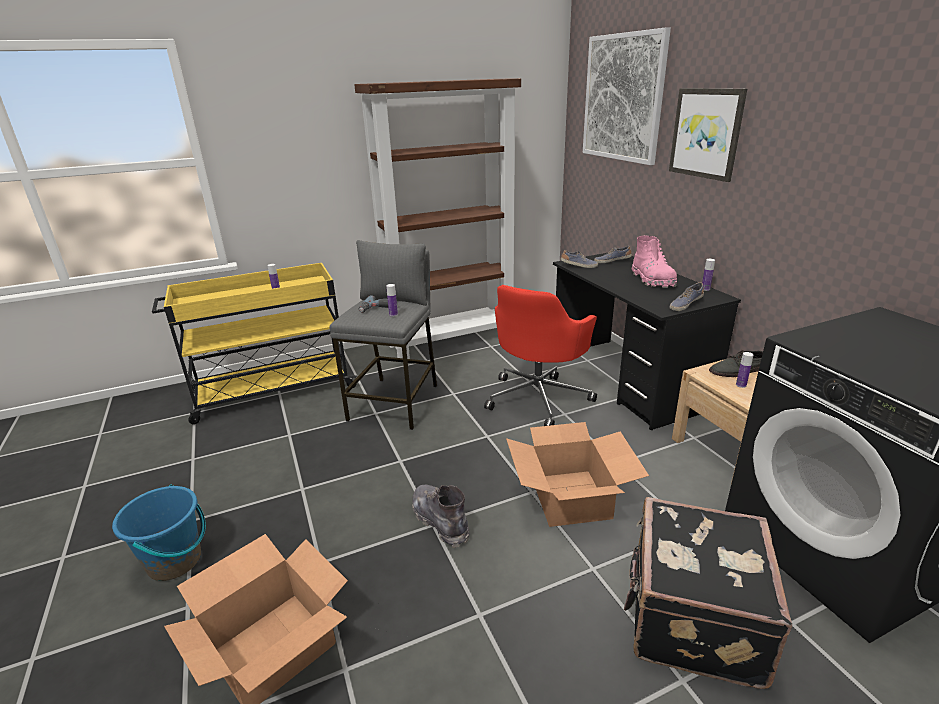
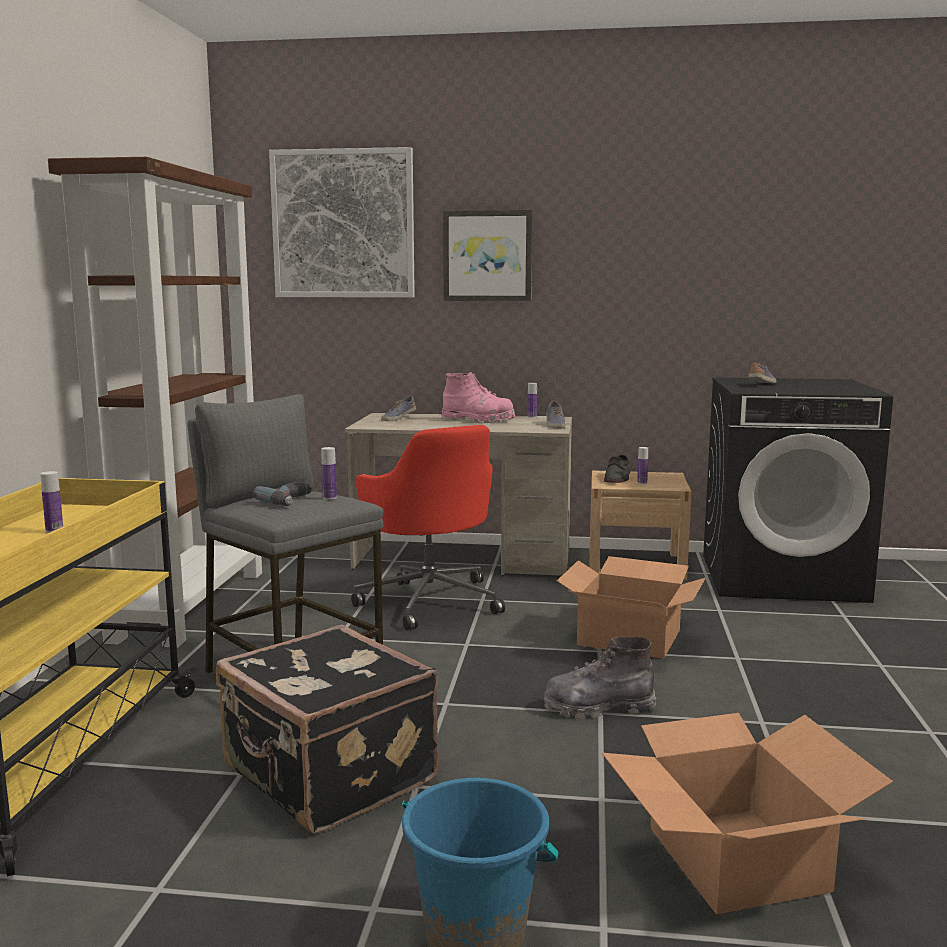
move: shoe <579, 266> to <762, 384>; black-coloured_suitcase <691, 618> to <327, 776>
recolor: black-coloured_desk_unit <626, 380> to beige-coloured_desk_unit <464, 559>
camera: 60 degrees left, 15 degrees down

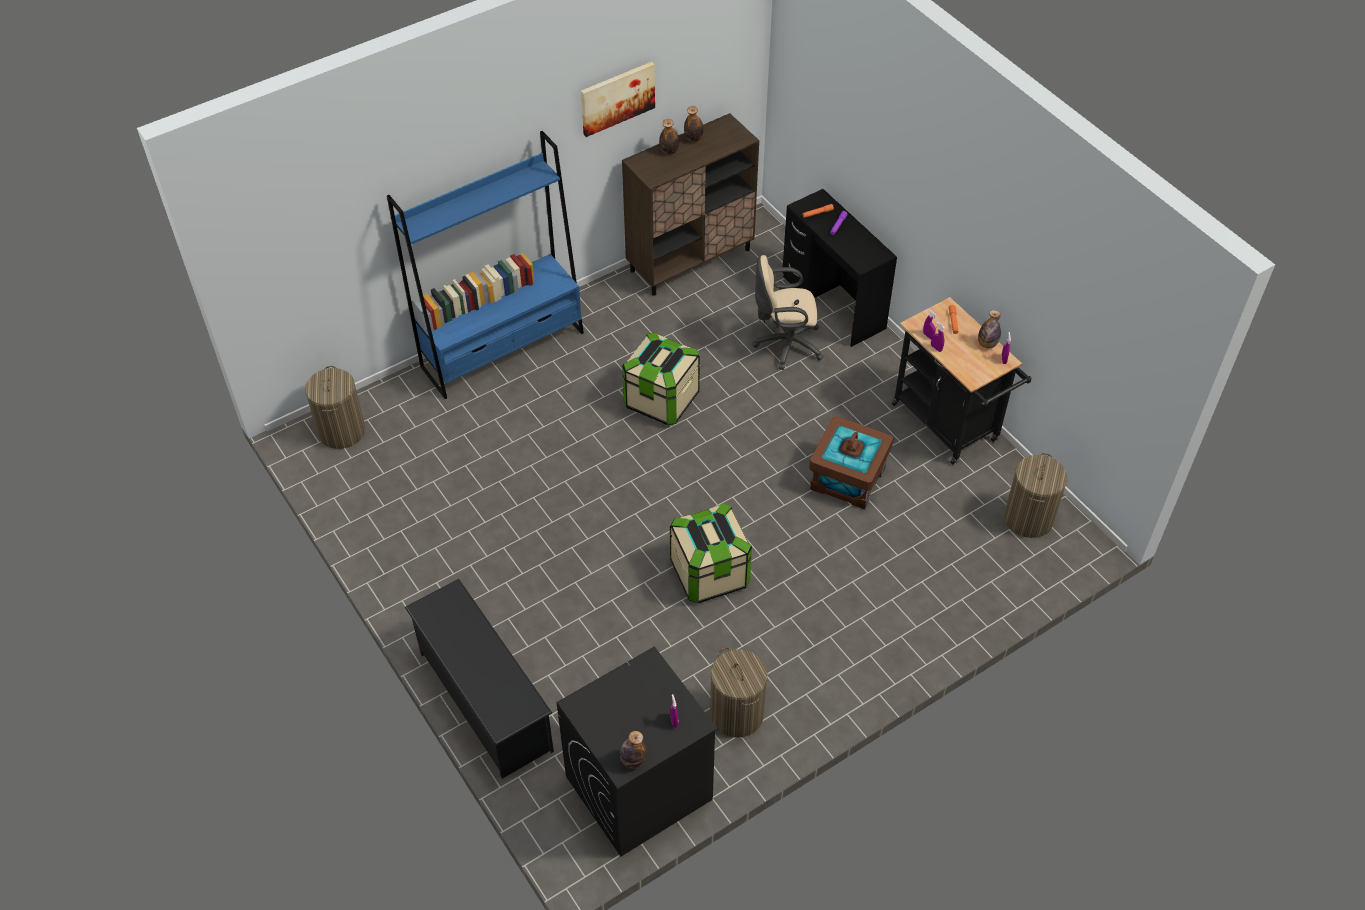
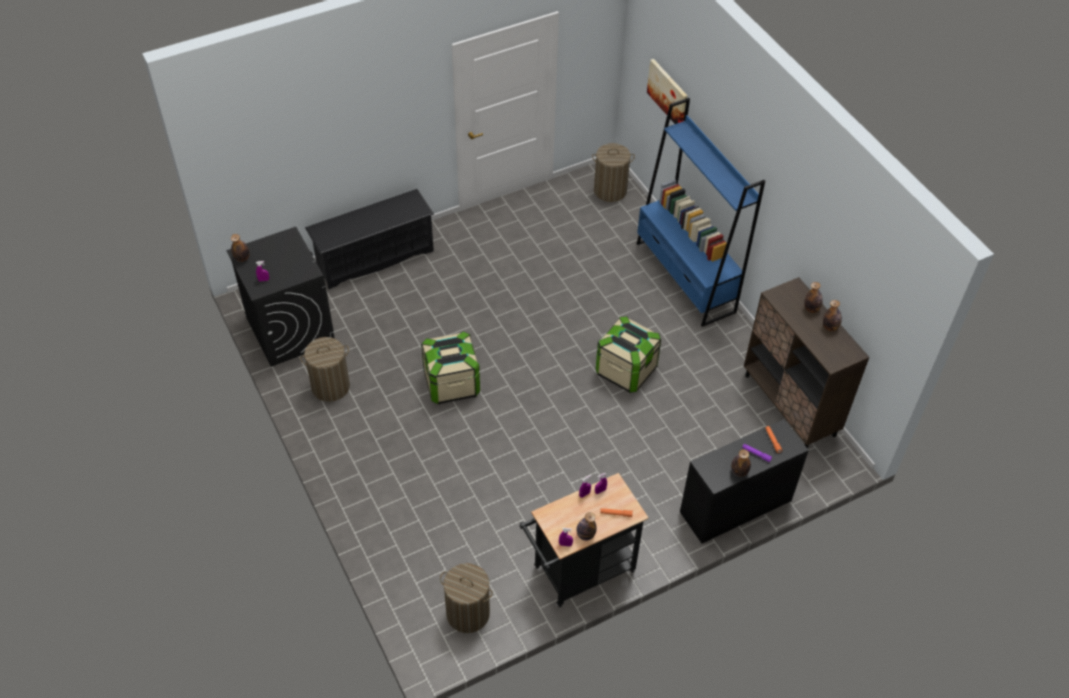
delete: beige-coloured_office_chair <785, 345>; brown-coloured_storage_box <847, 478>
insert: drink_bottle <739, 471>
move: wall_picture <617, 98> to <668, 93>
camera: 95 degrees right, 0 degrees up

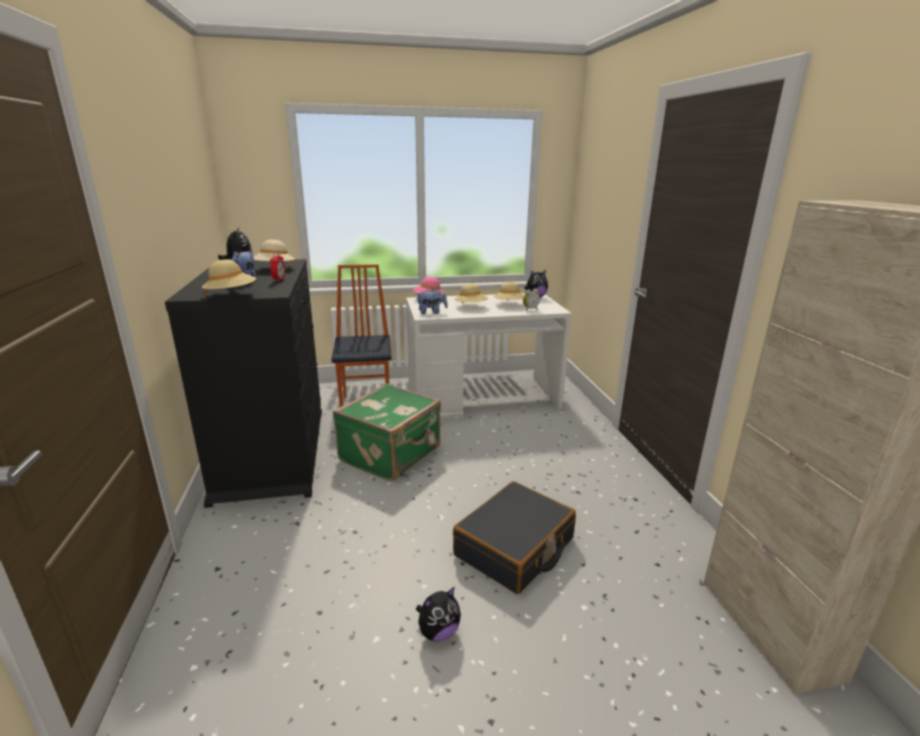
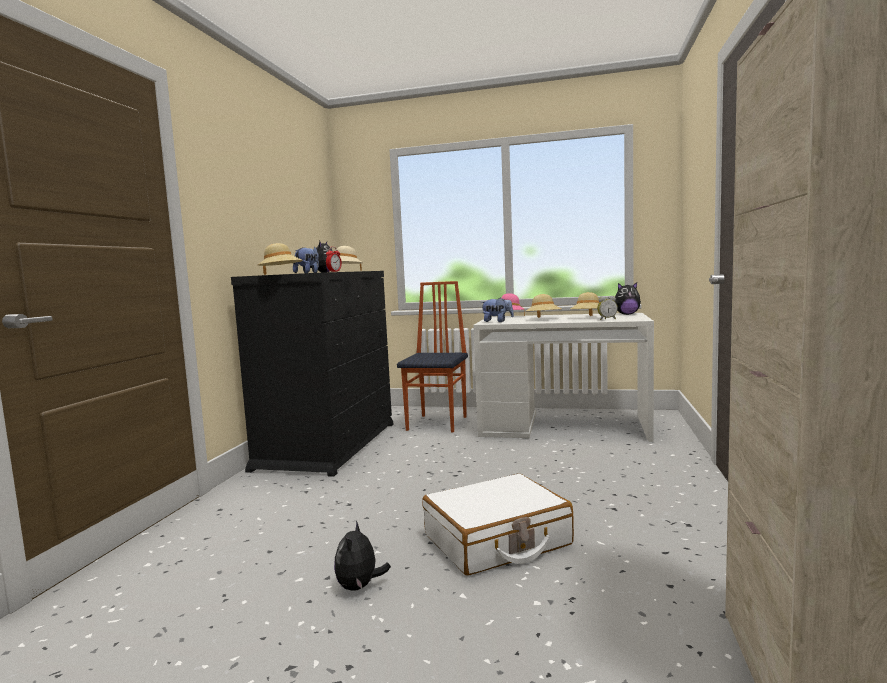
delete: green_suitcase <392, 454>
recolor: black-coloured_suitcase <515, 548> to white-coloured_suitcase <497, 540>
rotate: soft_toy <438, 632> = <359, 587> 105 degrees clockwise
camera: 25 degrees right, 15 degrees down

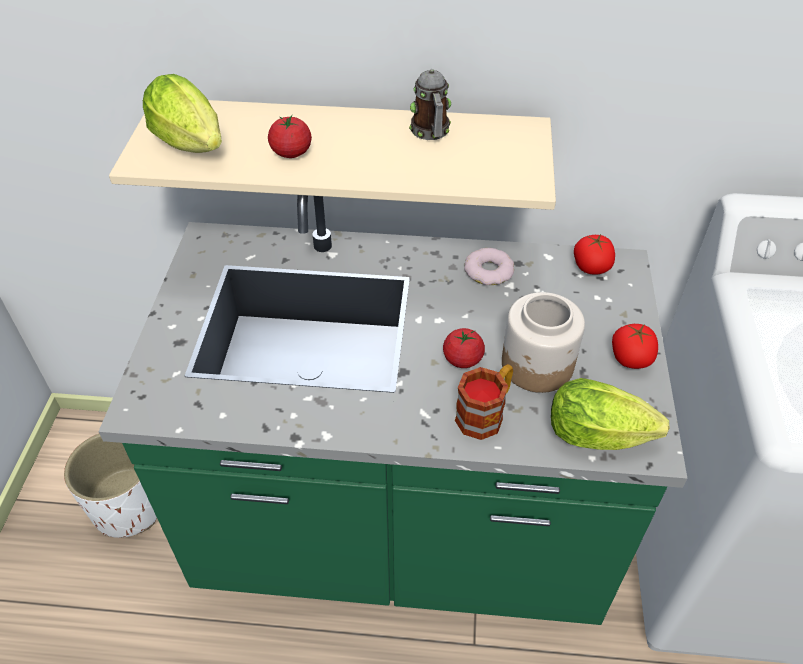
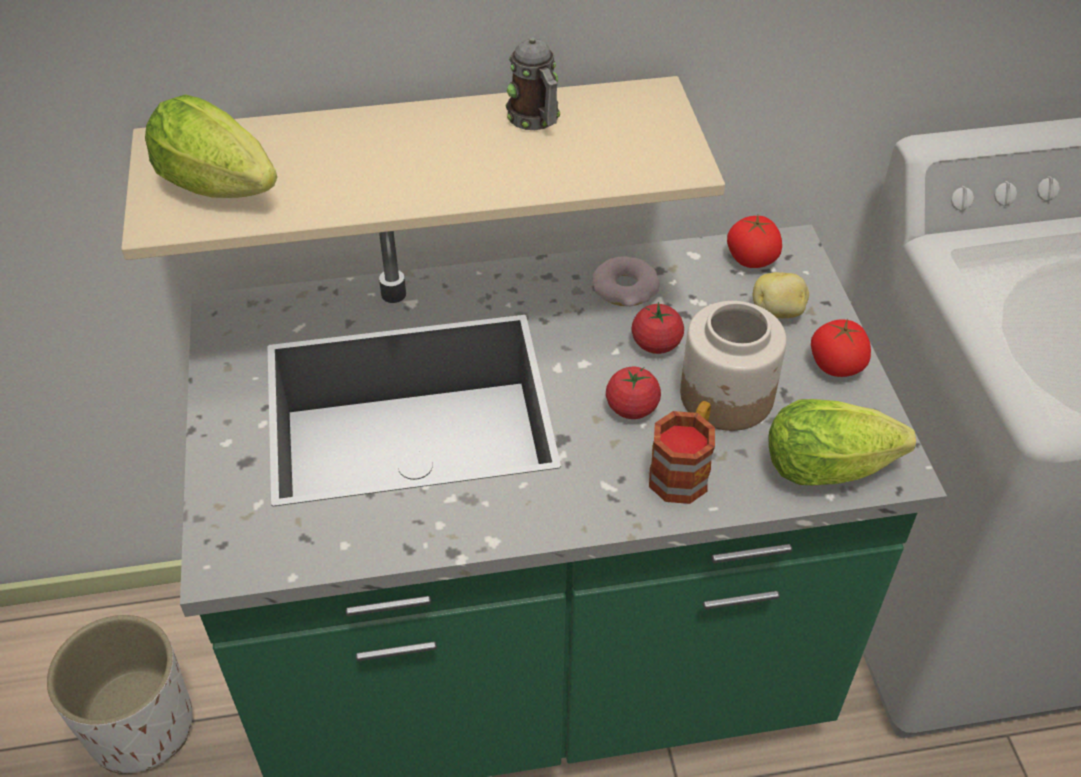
insert: spud <778, 312>
move: fresh_tomato <291, 152> to <656, 344>
camera: 15 degrees left, 0 degrees up

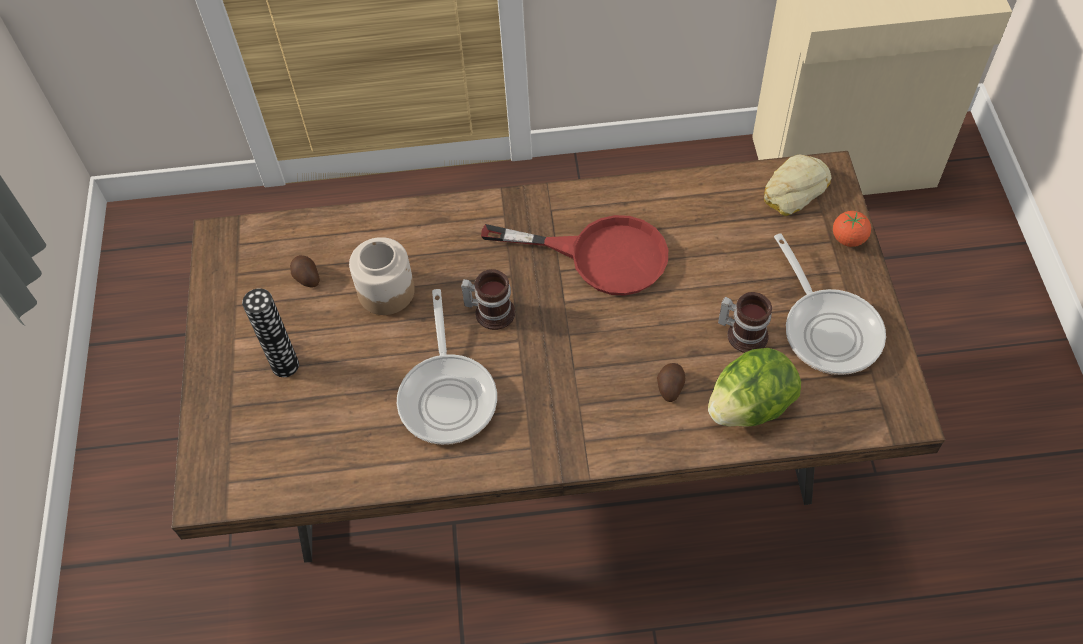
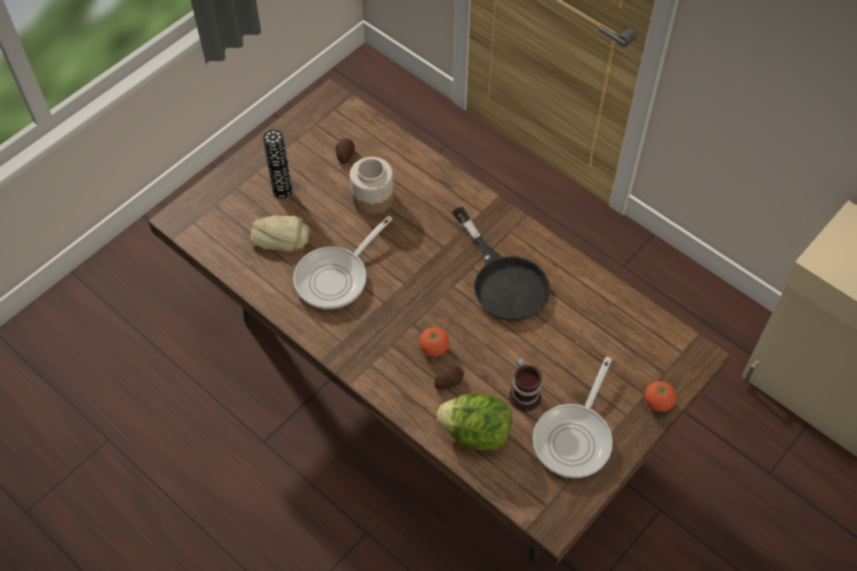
delete: coffee_mug <491, 311>
insert: fresh_tomato <434, 349>
move: bakery_bread <793, 189> to <280, 236>
recolor: red-coloured_skillet <600, 255> to black-coloured_skillet <503, 280>
camera: 45 degrees right, 0 degrees up

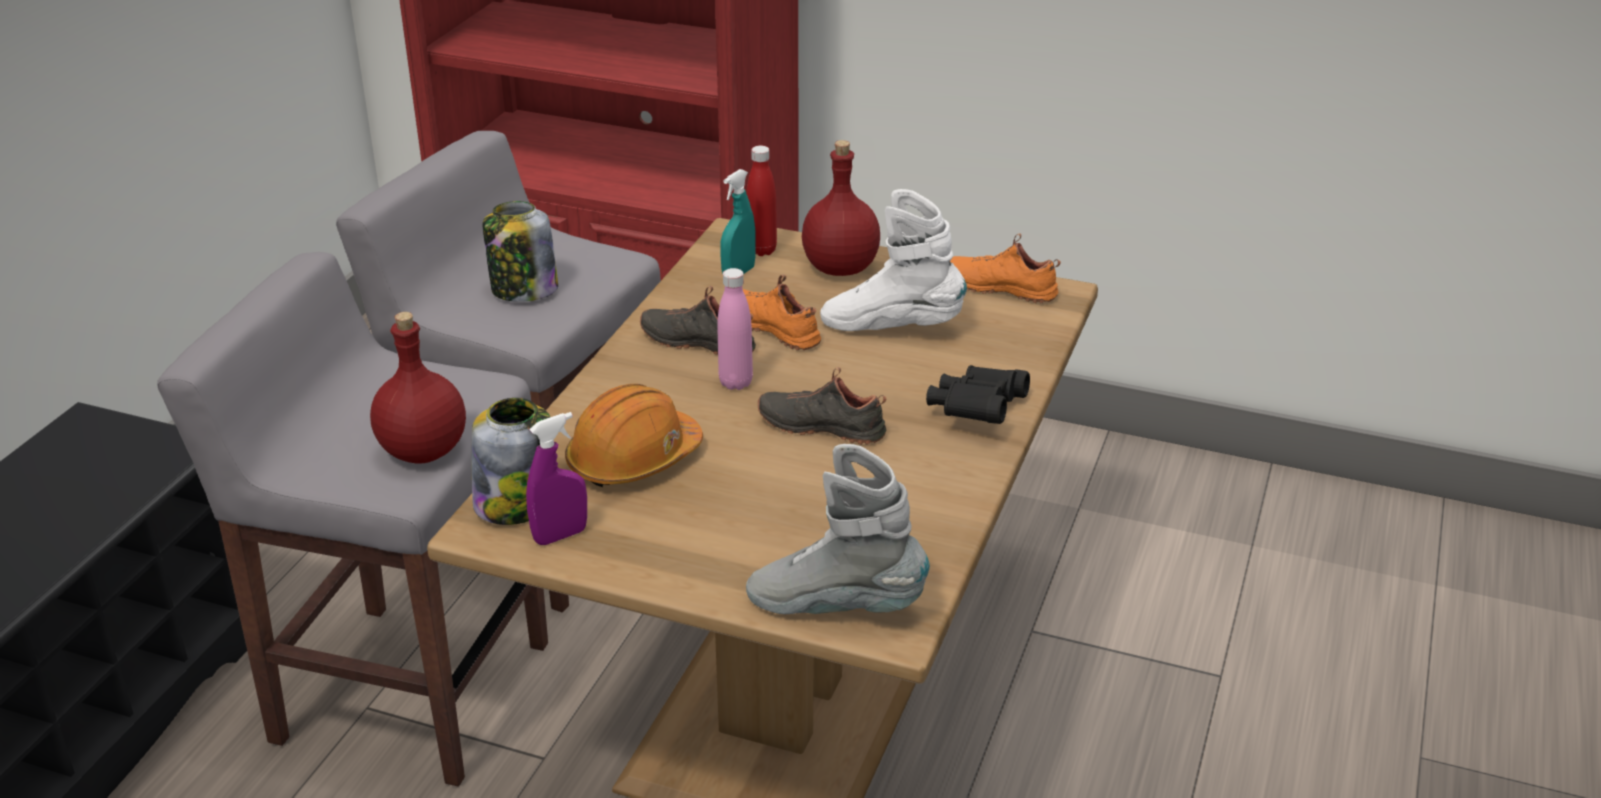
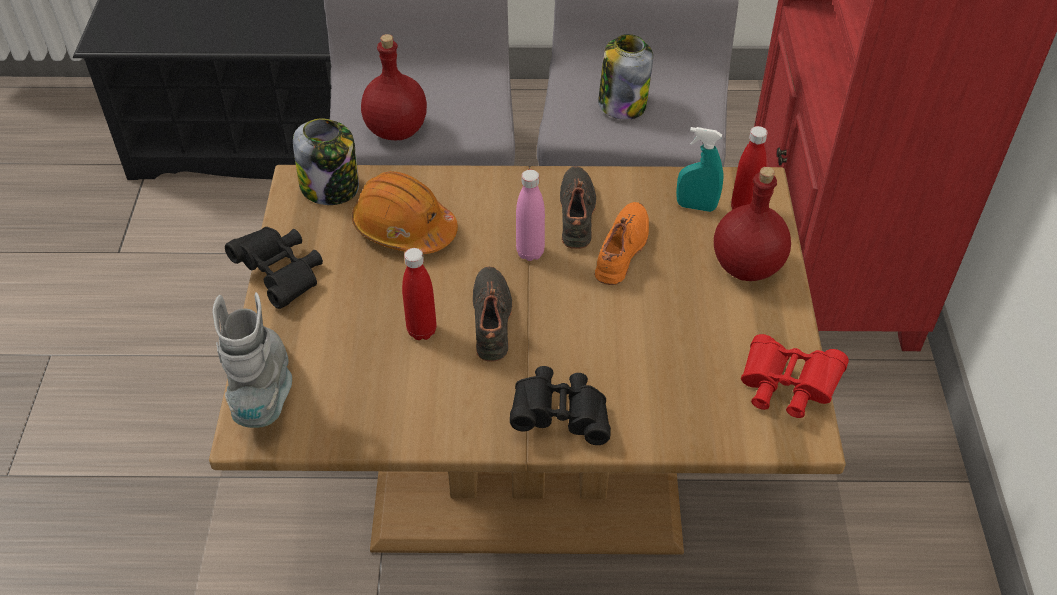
delete: purple-coloured_sprayer <560, 535>; white-coloured_boot <891, 327>
insert: black-coloured_pair_of_binoculars <281, 275>; red-coloured_drink_bottle <422, 331>
replace: orange_shoe <1001, 287> to red-coloured_pair_of_binoculars <785, 388>
camera: 70 degrees right, 15 degrees up

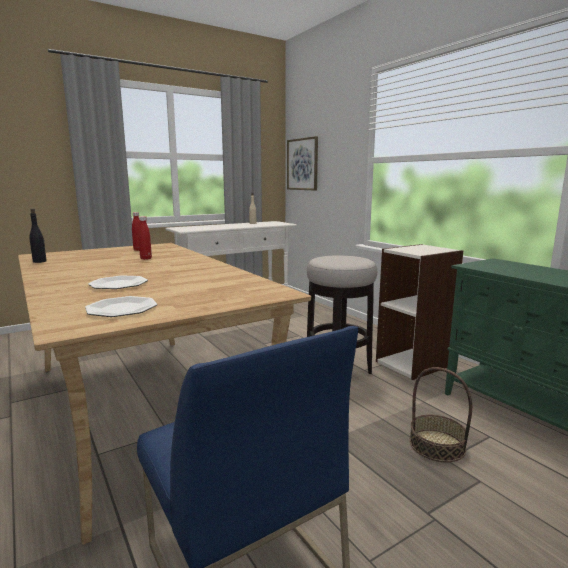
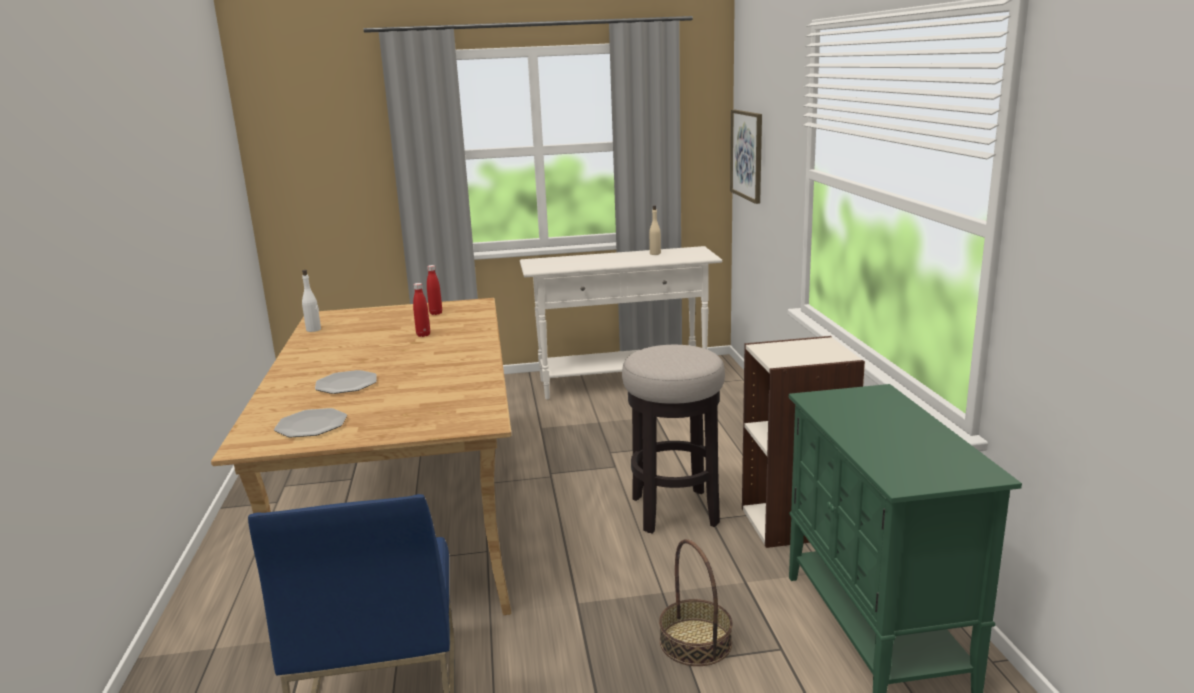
recolor: black-coloured_drink_bottle <40, 261> to white-coloured_drink_bottle <314, 329>
camera: 25 degrees right, 5 degrees up

